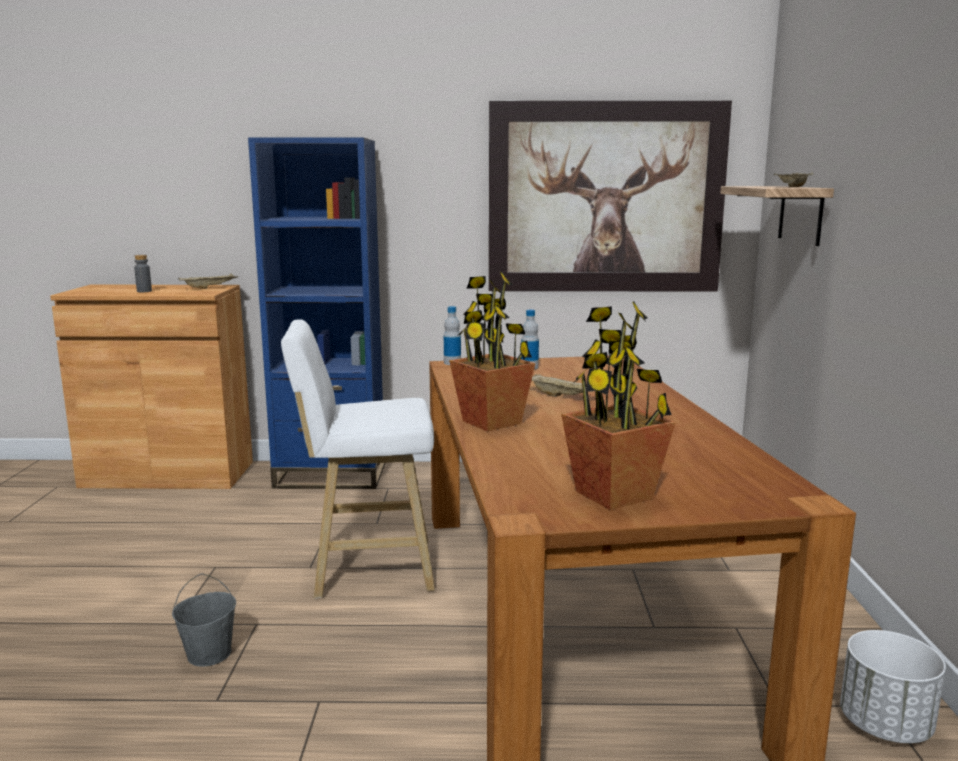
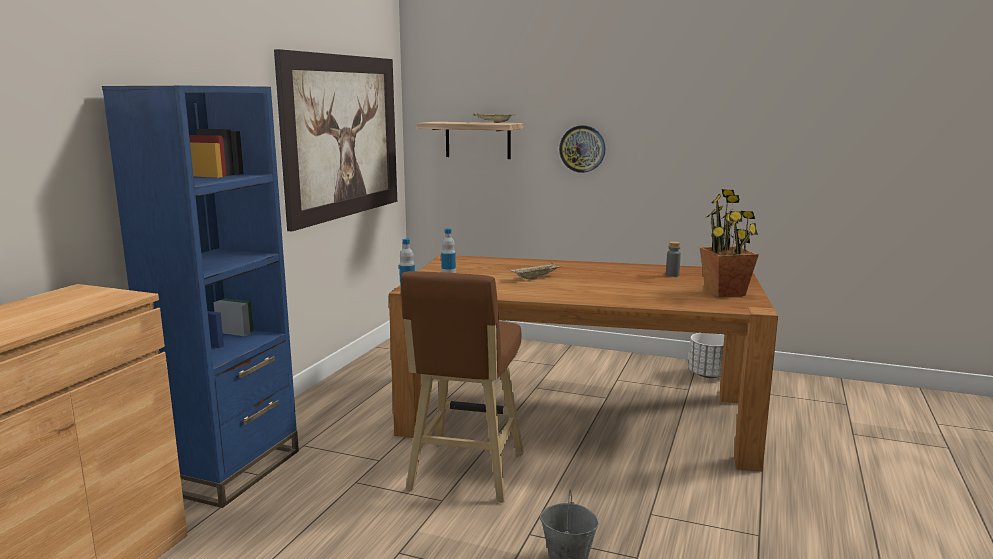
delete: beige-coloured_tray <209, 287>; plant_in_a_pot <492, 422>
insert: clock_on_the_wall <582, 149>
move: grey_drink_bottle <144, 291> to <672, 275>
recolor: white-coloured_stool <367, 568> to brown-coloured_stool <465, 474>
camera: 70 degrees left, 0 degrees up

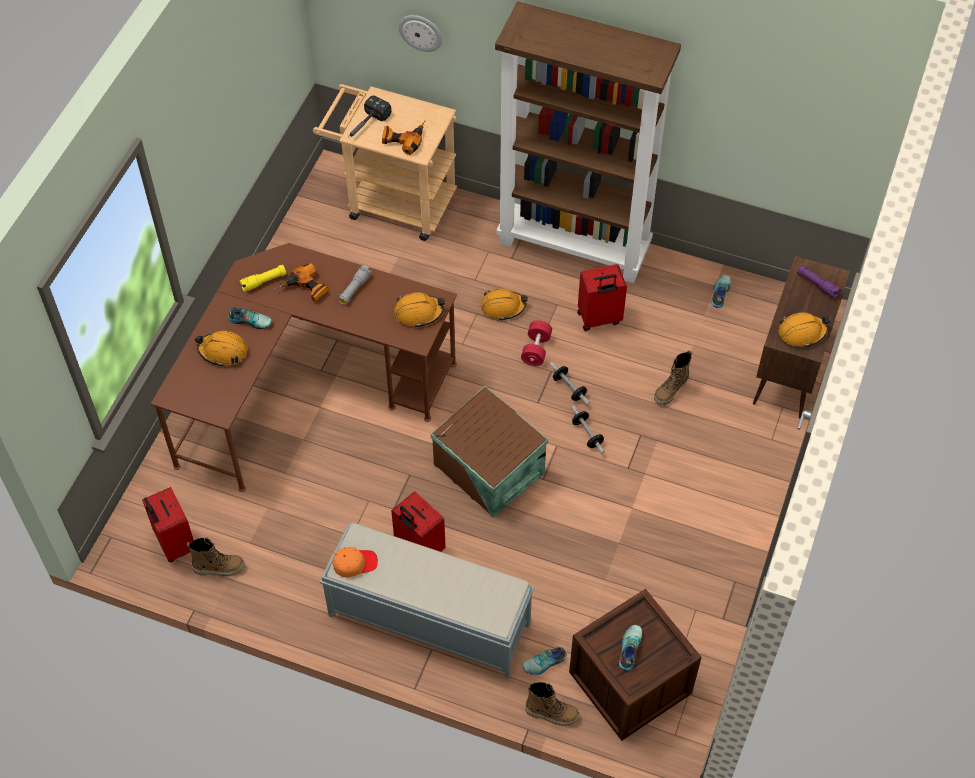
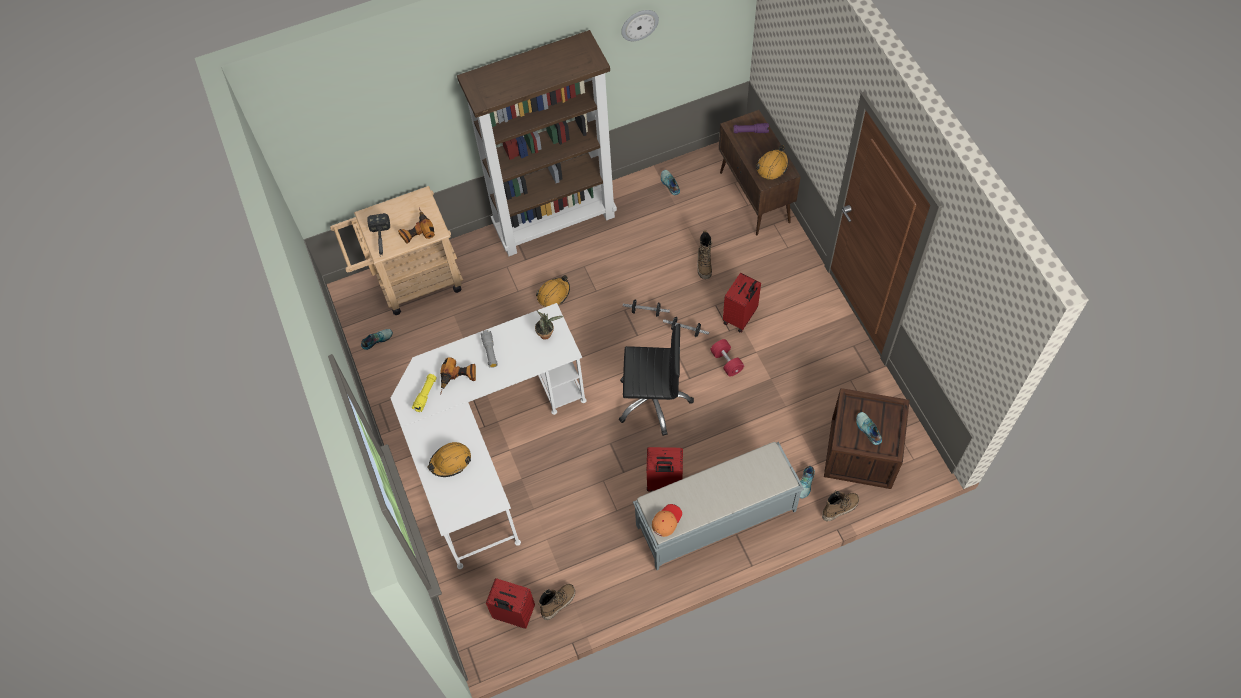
move: shoe <250, 320> to <377, 339>; clock_on_the_wall <421, 32> to <639, 24>; red-coloured_dumbbell <536, 349> to <726, 362>; red-coloured_suitcase <599, 319> to <740, 317>
replace: orange_work_helmet <418, 312> to plant_in_a_pot <547, 333>; brown-coloured_storage_box <488, 470> to black-coloured_office_chair <653, 400>
recolor: brown-coloured_desk_unit <305, 388> to white-coloured_desk_unit <487, 446>
camera: 40 degrees left, 5 degrees up

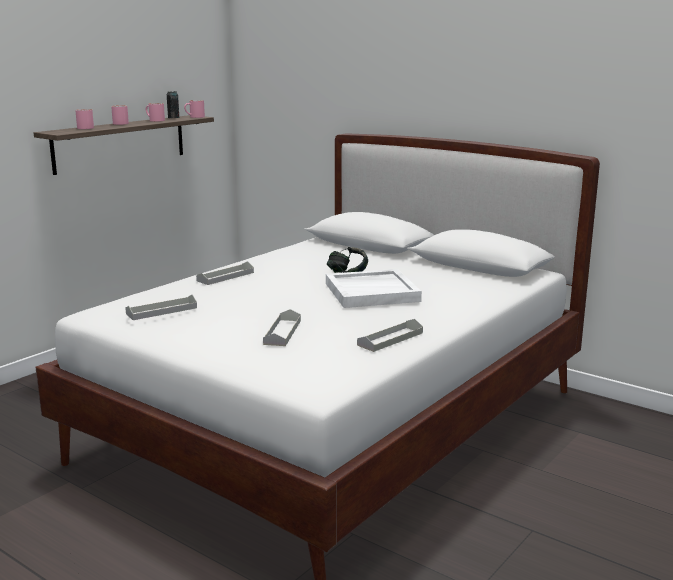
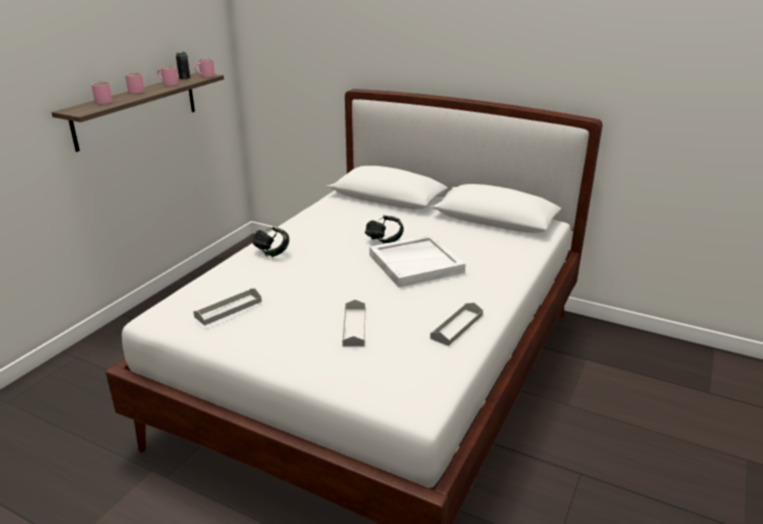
replace: grey_tray <225, 276> to pair_of_headphones <271, 252>
camera: 10 degrees left, 10 degrees up

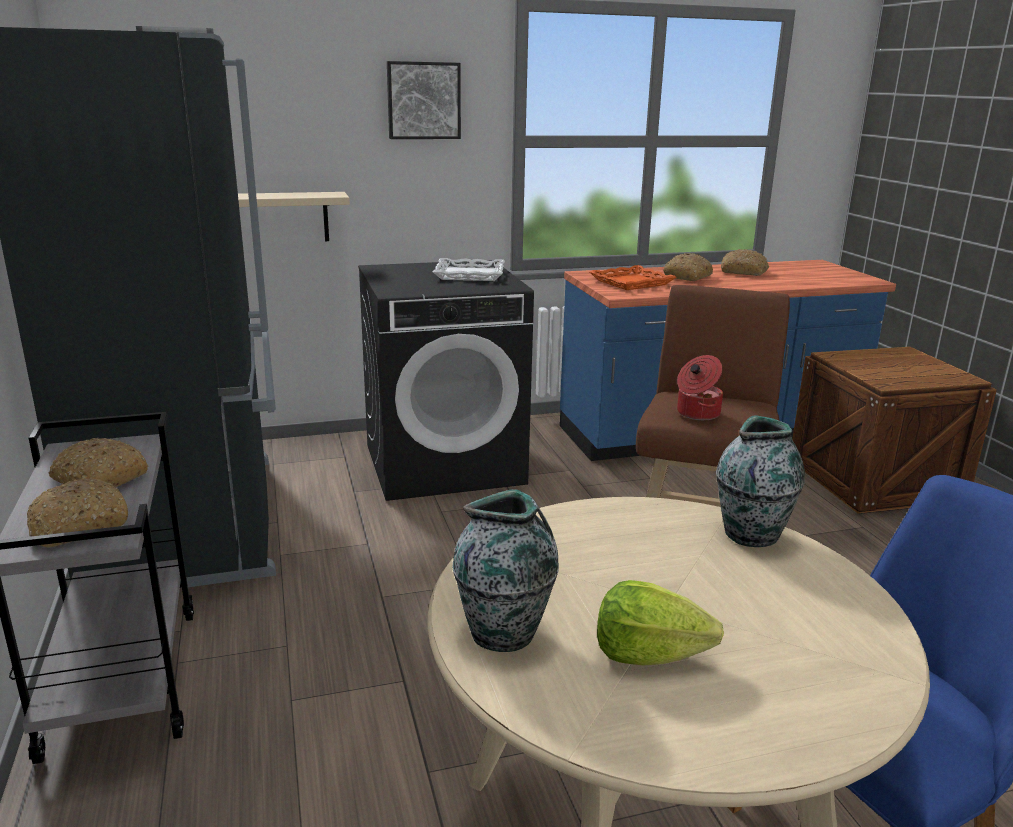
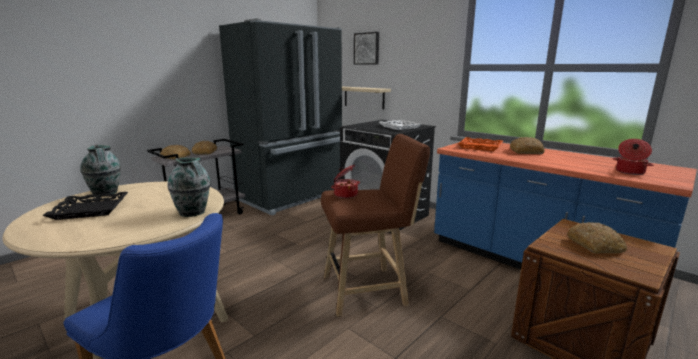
insert: cooking_pot <629, 172>
move: wall_picture <423, 100> to <367, 48>; bakery_bread <744, 272> to <595, 245>
replace: head_of_lettuce <648, 654> to black-coloured_tray <90, 209>
camera: 60 degrees right, 5 degrees down

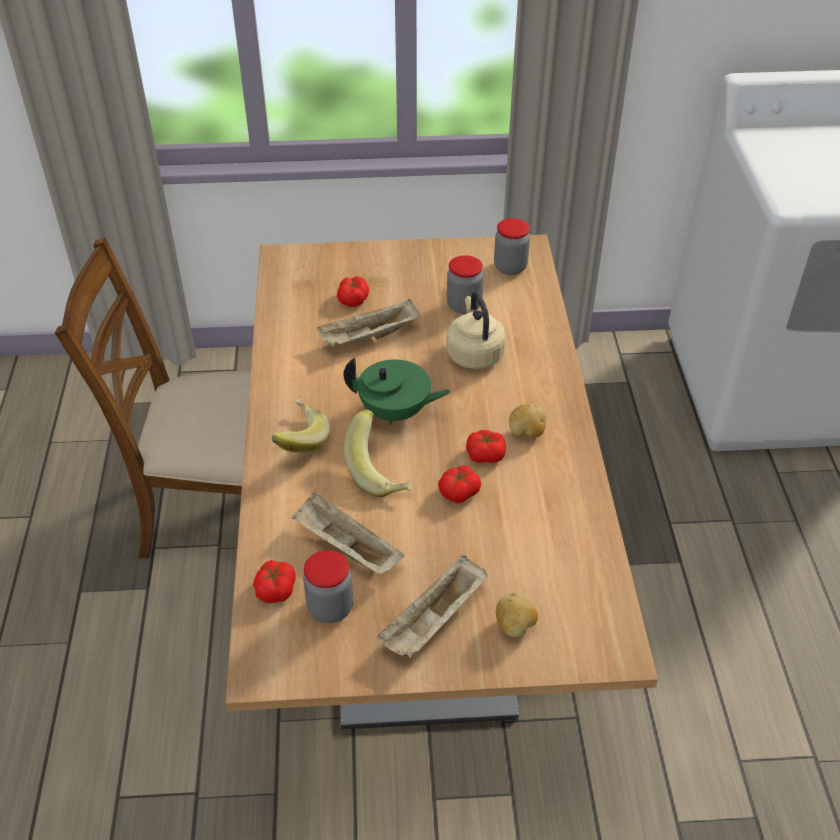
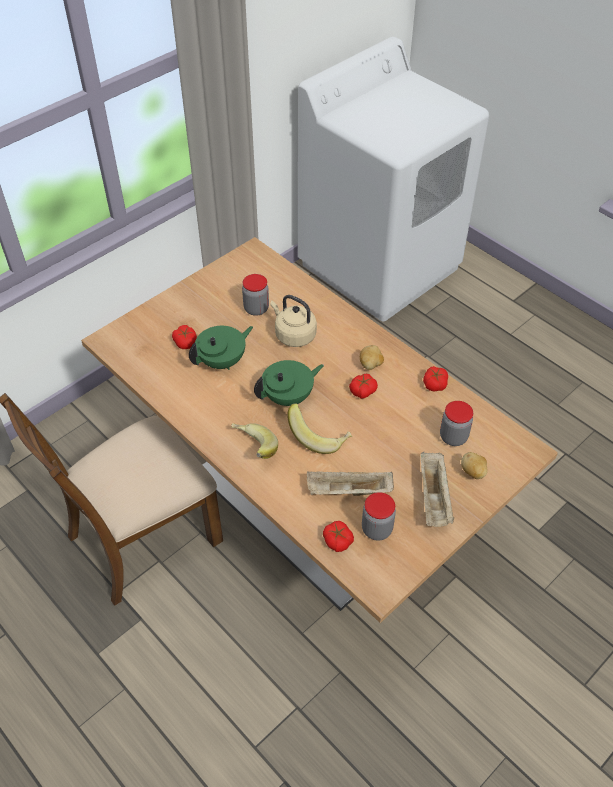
move: fresh_tomato <459, 492> to <434, 384>; preserve_jar <510, 267> to <453, 437>
replace: beige-coloured_tray <369, 338> to green_pot_for_tea <223, 361>
camera: 40 degrees left, 5 degrees up

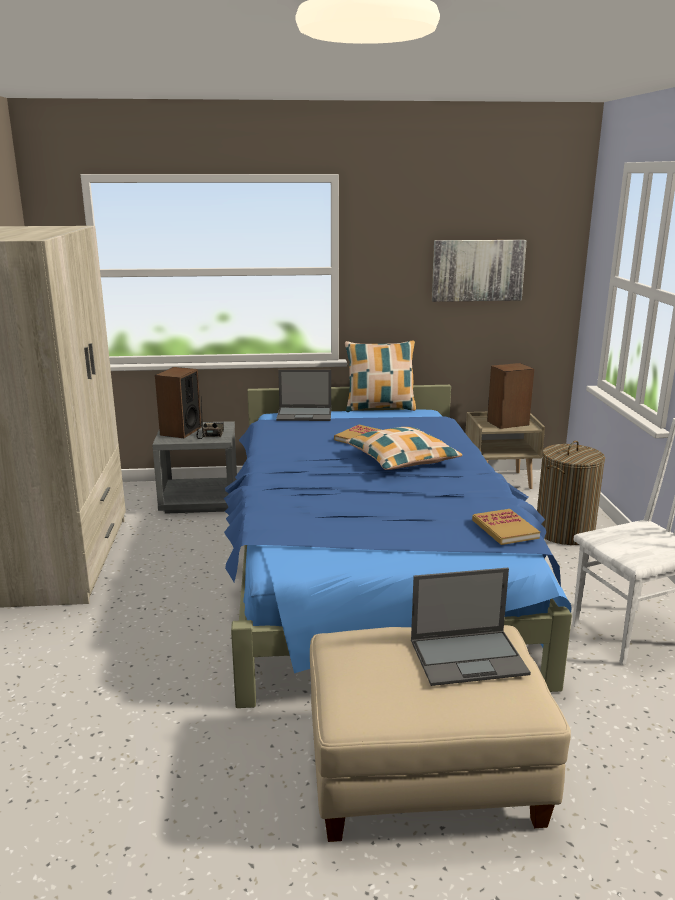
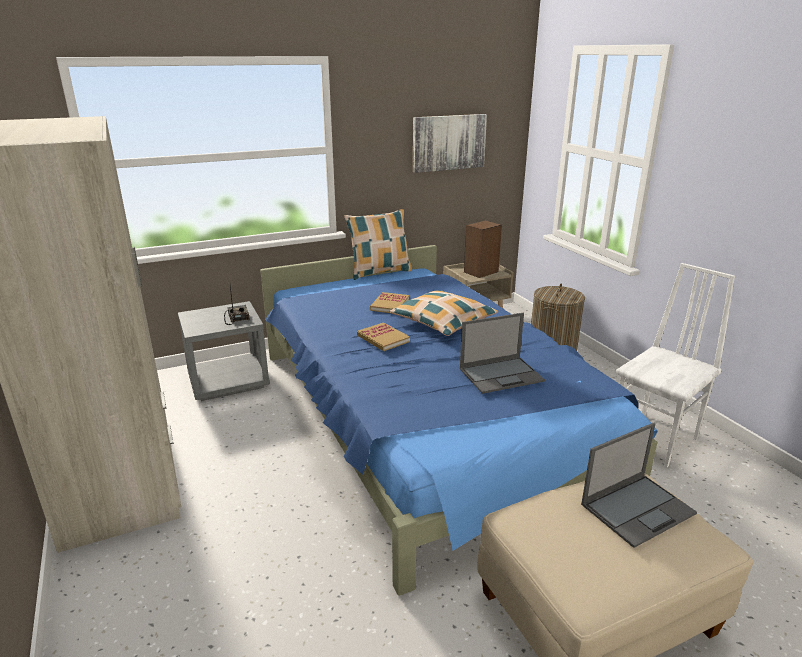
delete: speaker <180, 431>
move: notebook_computer <305, 414> to <502, 374>; book <504, 529> to <383, 339>
camera: 20 degrees left, 5 degrees up

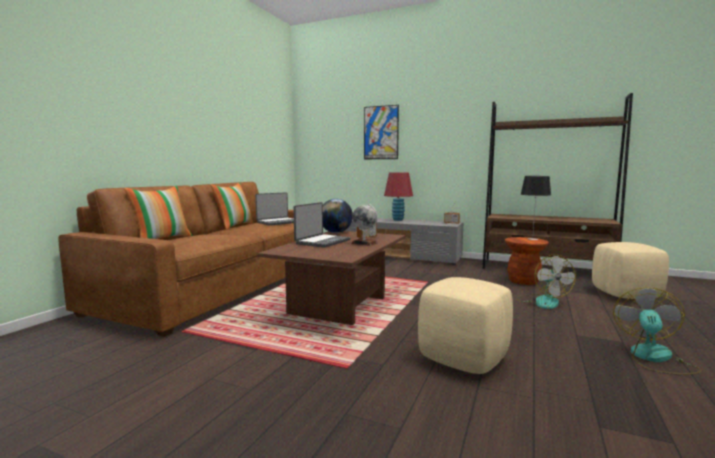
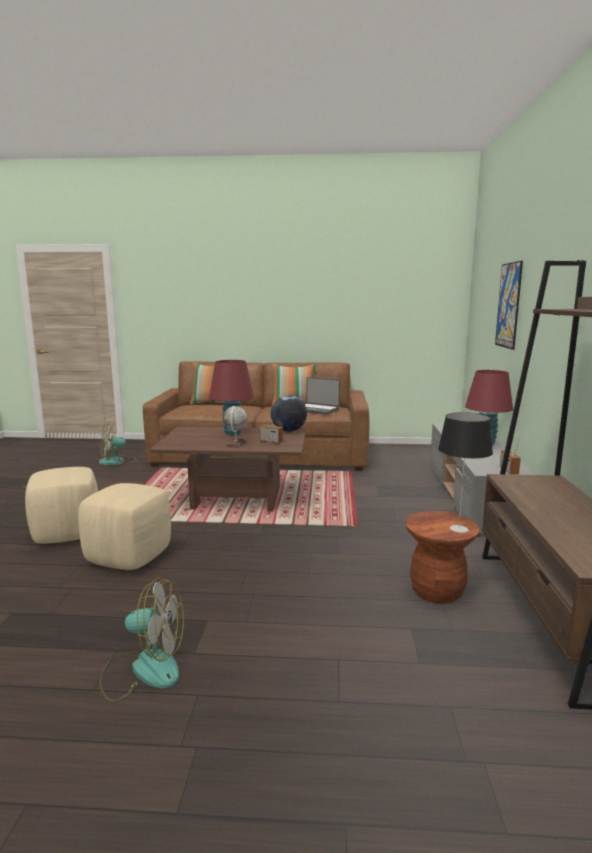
move: electric_fan <542, 301> to <117, 462>; beige-coloured_footrest <625, 295> to <67, 534>
replace: notebook_computer <322, 242> to red-coloured_lamp_for_a_table <232, 433>
camera: 70 degrees right, 5 degrees up

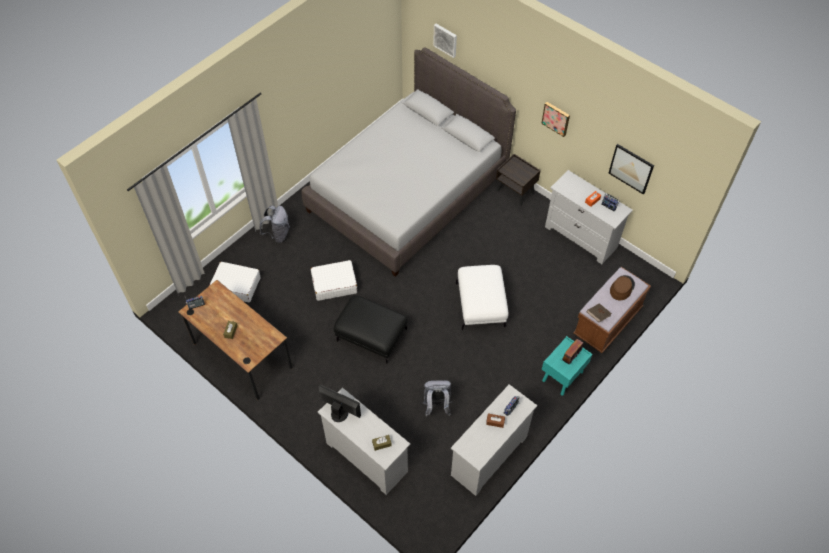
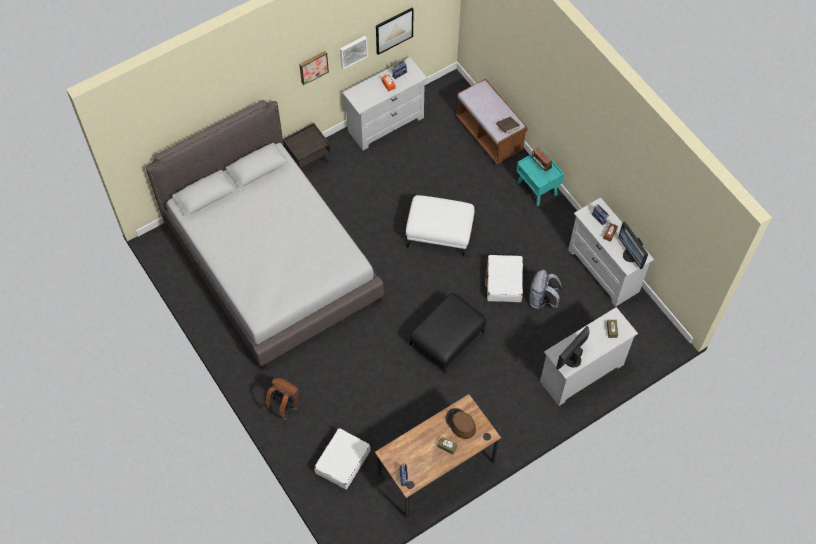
insert: computer_display <631, 255>
move: white-coloured_suitcase <334, 284> to <504, 282>; wall_picture <445, 39> to <353, 51>; brown-coloured_hat <622, 288> to <460, 424>
recolor: grey_backpack <278, 234> to brown-coloured_backpack <284, 405>
camera: 75 degrees left, 5 degrees up

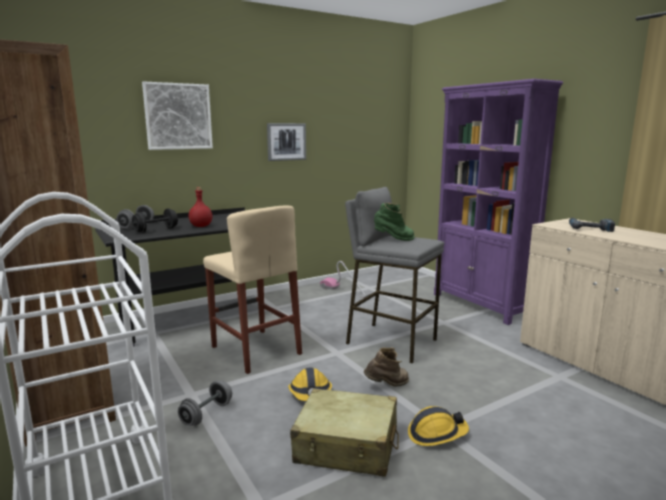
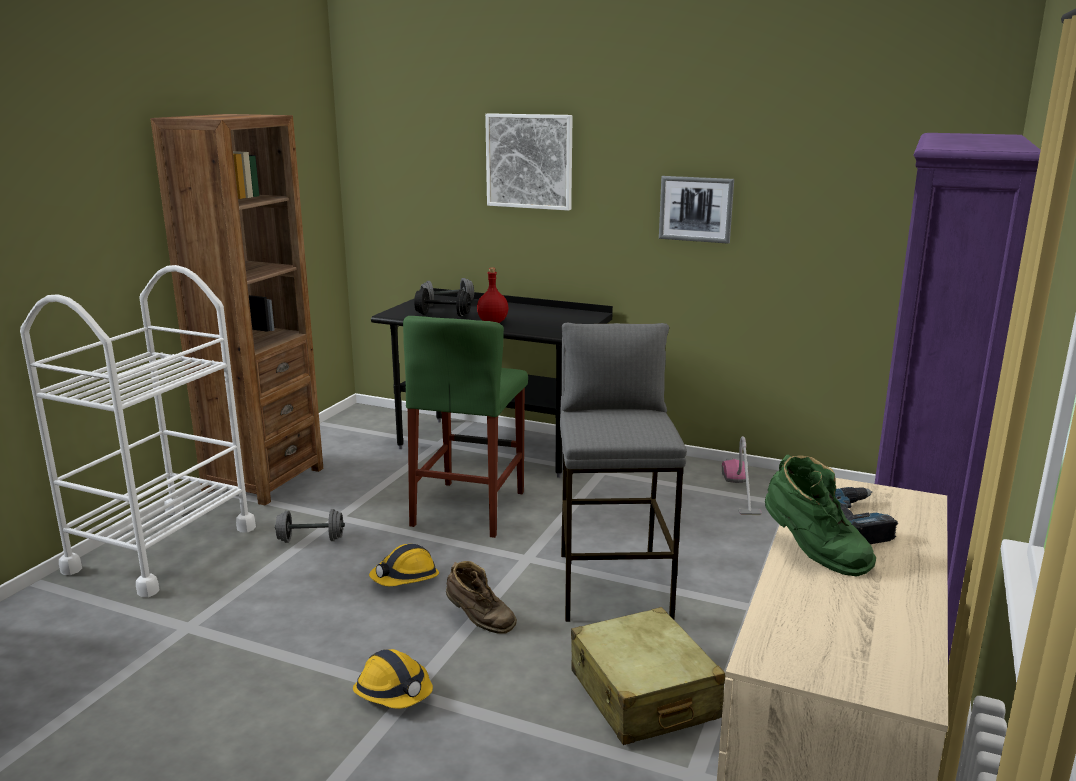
move: beige-coloured_suitcase <347, 446> to <643, 695>; green_boot <392, 240> to <812, 554>
recolor: beige-coloured_stool <255, 350> to green_stool <469, 508>
camera: 55 degrees right, 5 degrees up

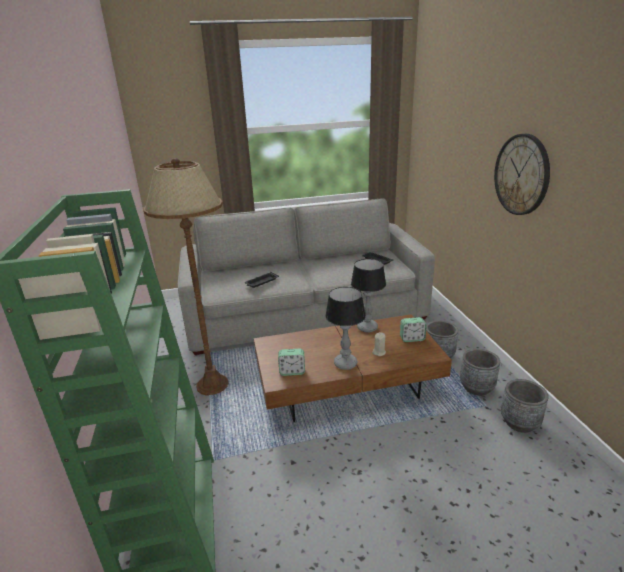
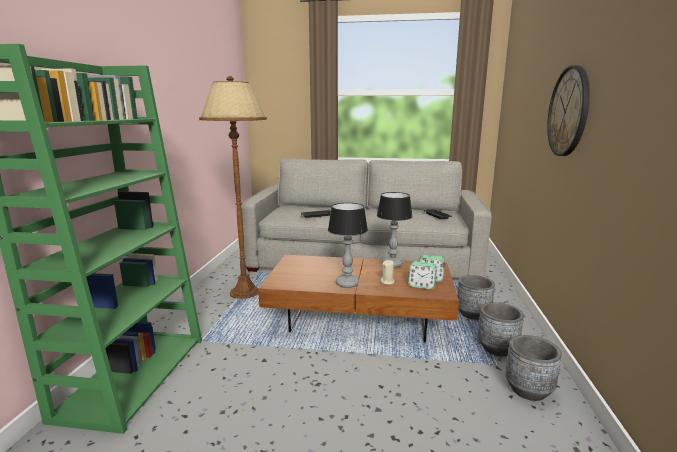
move: bedside_clock <292, 371> to <421, 286>
camera: 20 degrees right, 10 degrees down

